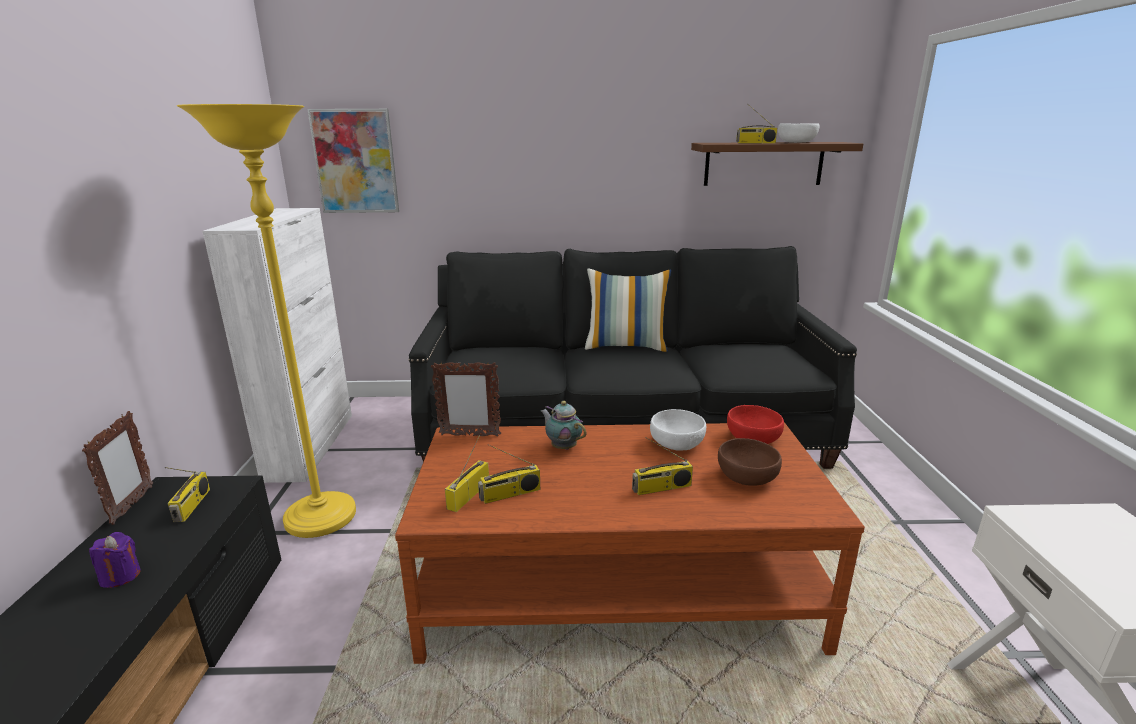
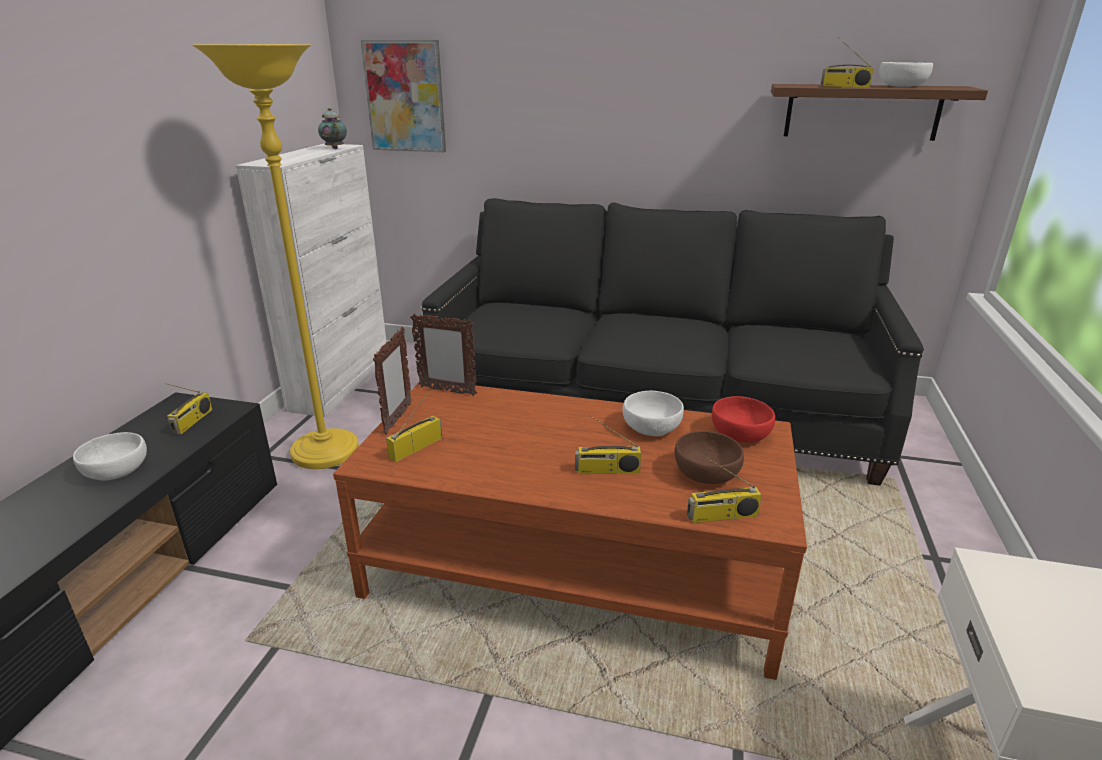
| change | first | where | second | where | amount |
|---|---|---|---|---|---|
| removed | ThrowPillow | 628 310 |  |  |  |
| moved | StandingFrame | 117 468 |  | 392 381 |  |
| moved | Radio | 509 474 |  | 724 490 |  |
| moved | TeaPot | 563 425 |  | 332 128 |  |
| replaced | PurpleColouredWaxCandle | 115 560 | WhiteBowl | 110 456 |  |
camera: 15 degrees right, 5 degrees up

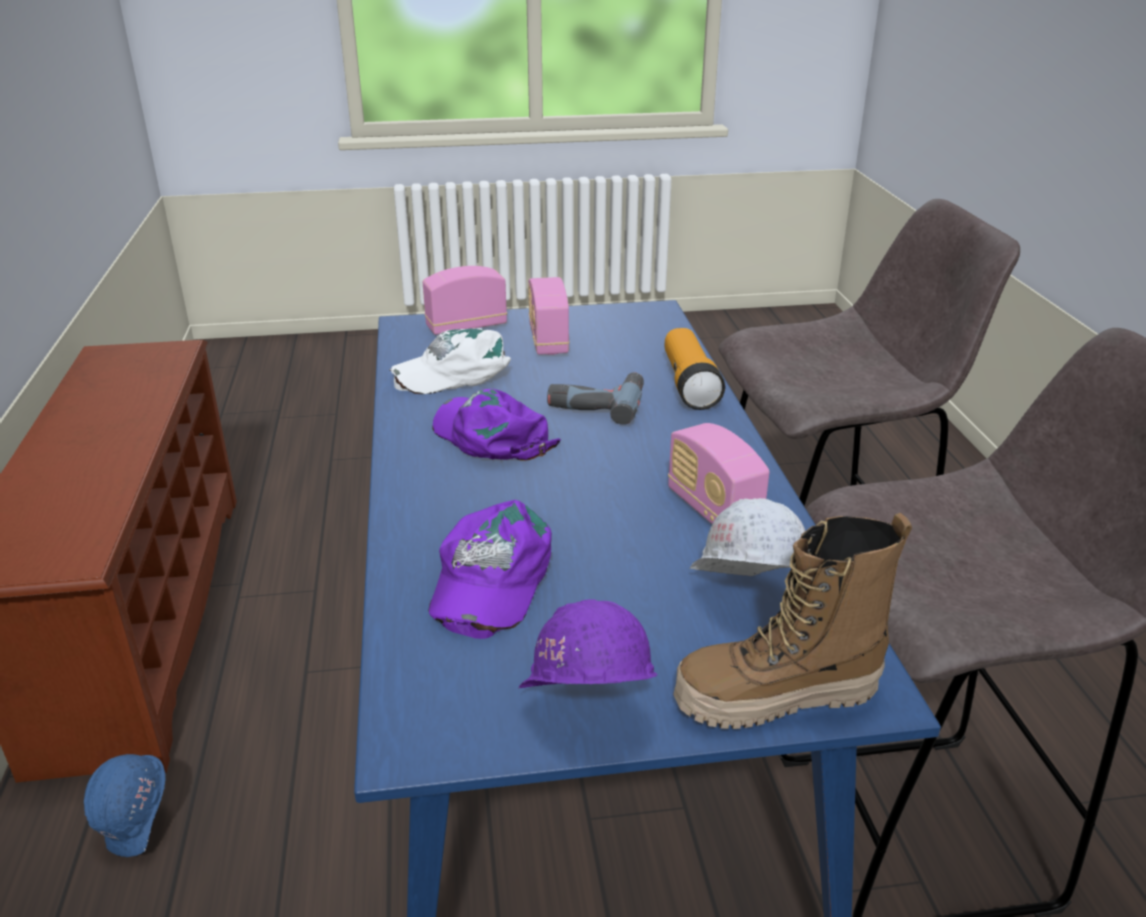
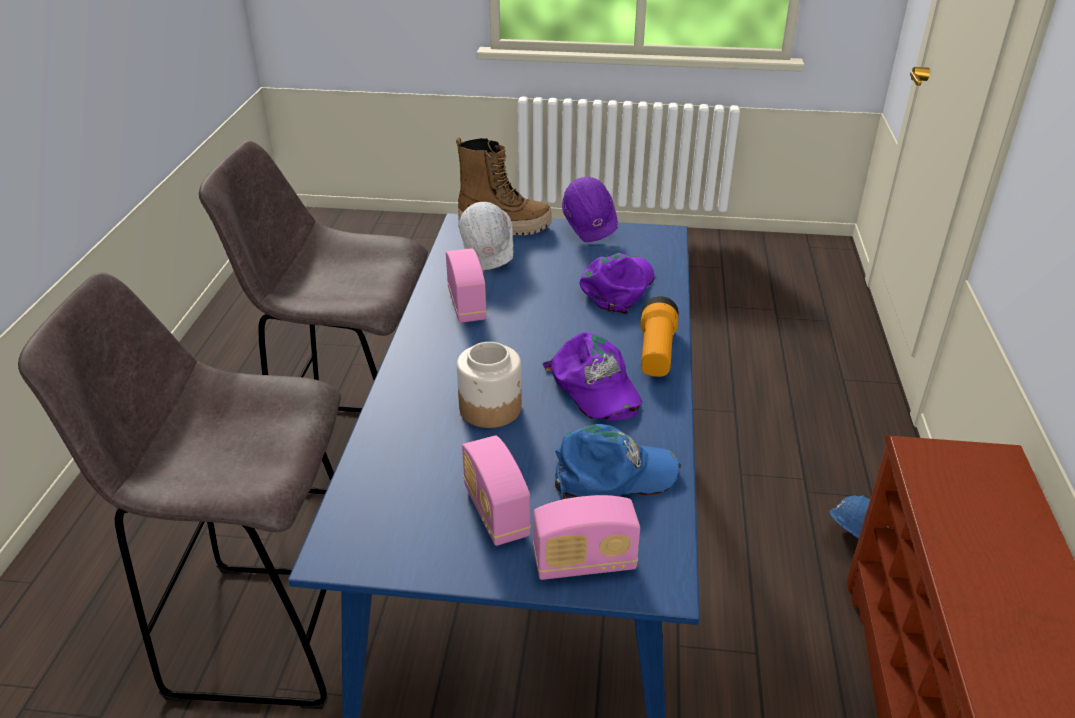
| change | first | where | second | where | amount |
|---|---|---|---|---|---|
| moved | HandTorch | 695 369 |  | 659 336 |  |
| replaced | Drill | 595 398 | PreserveJar | 489 385 |  |
| recoloured | WhiteCap | 450 361 | BlueColouredCap | 618 462 |  |
| turned | Radio | 549 316 |  | 496 491 | 150 degrees clockwise |
camera: 165 degrees left, 5 degrees up

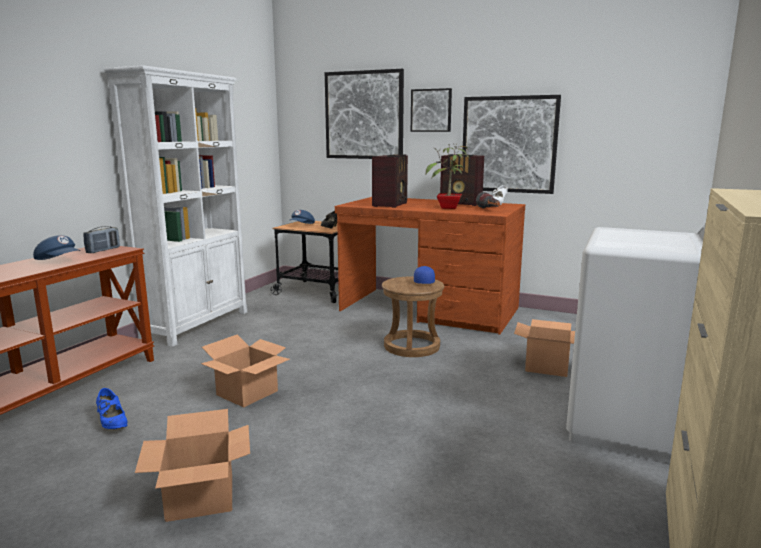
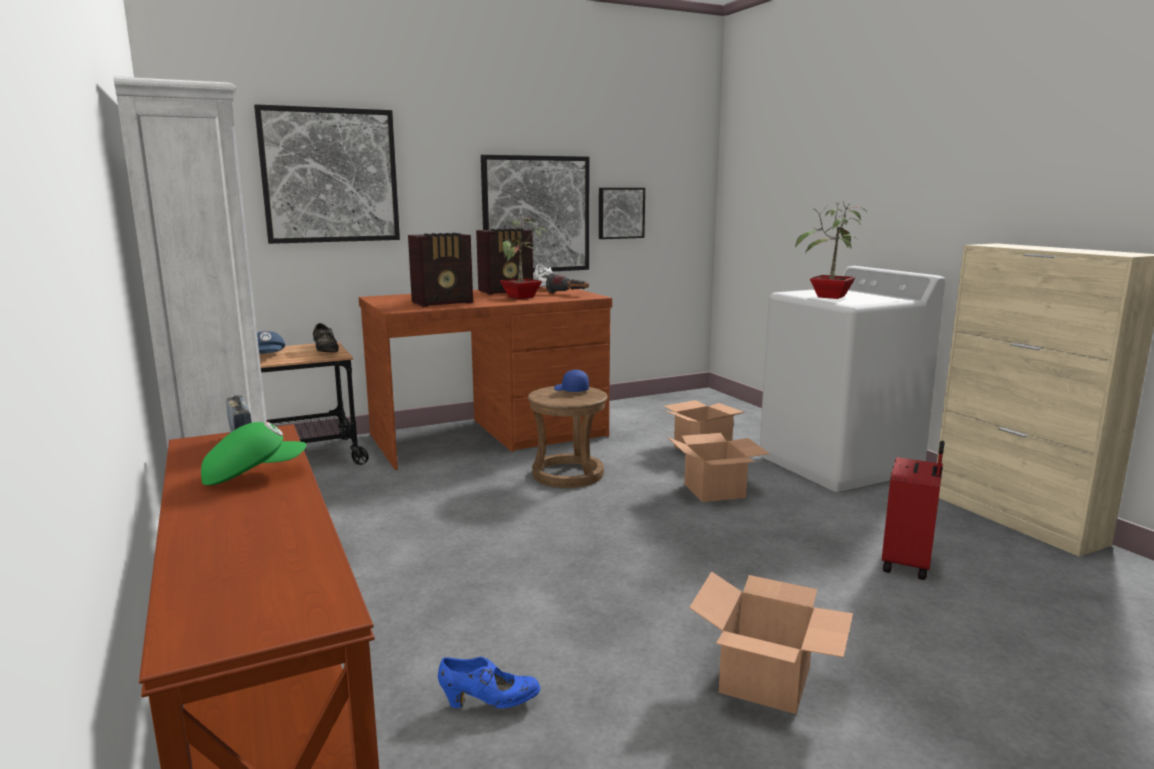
| change | first | where | second | where | amount |
|---|---|---|---|---|---|
| added |  |  | PottedPlant | 831 250 |  |
| added |  |  | RedPieceOfLuggage | 913 510 |  |
| moved | CardboardBox | 245 371 |  | 719 467 |  |
| moved | WallPicture | 431 110 |  | 622 213 |  |
| recoloured | BlueColouredCap | 56 247 | GreenCap | 253 453 |  |
| turned | Radio | 390 181 |  | 440 270 | 90 degrees clockwise |
camera: 50 degrees left, 0 degrees up

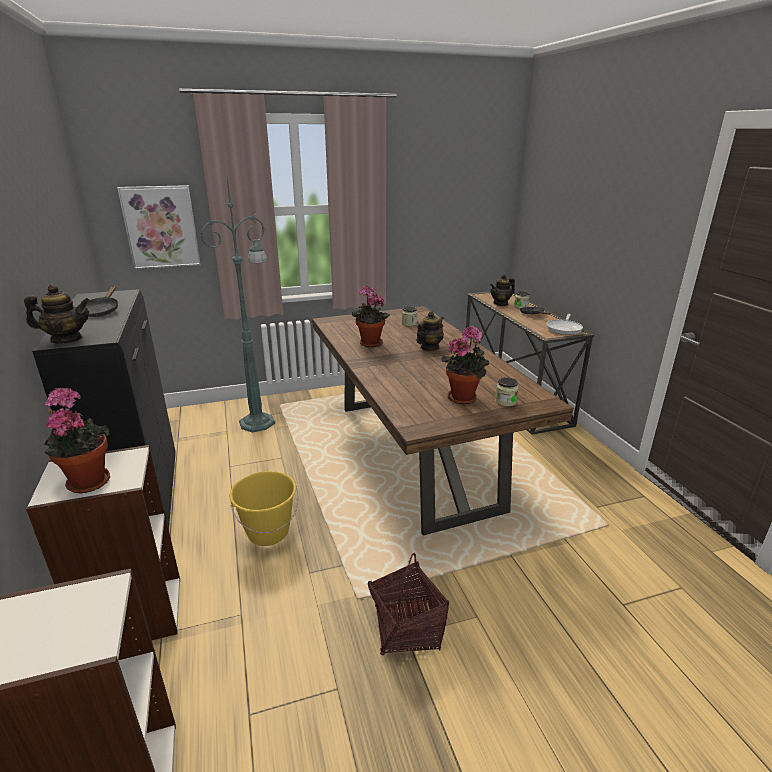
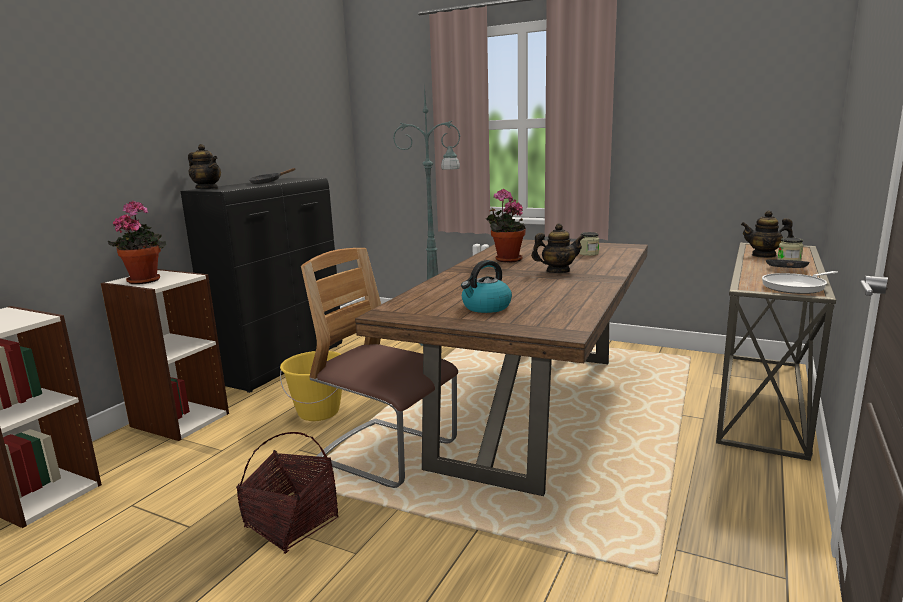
| change | first | where | second | where | amount |
|---|---|---|---|---|---|
| removed | WallPicture | 159 227 |  |  |  |
| removed | PreserveJar | 507 391 |  |  |  |
| added |  |  | Chair | 379 368 |  |
| replaced | PottedPlant | 465 365 | Kettle | 486 286 |  |
camera: 45 degrees right, 10 degrees down

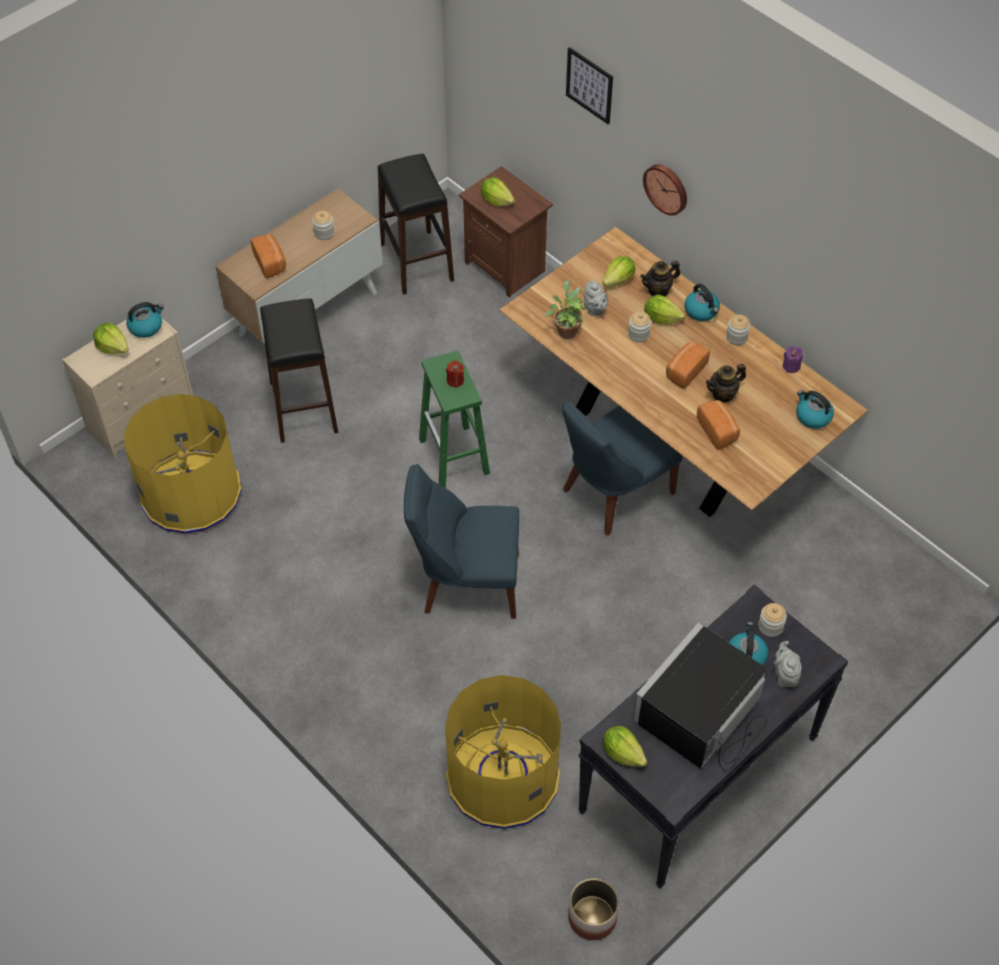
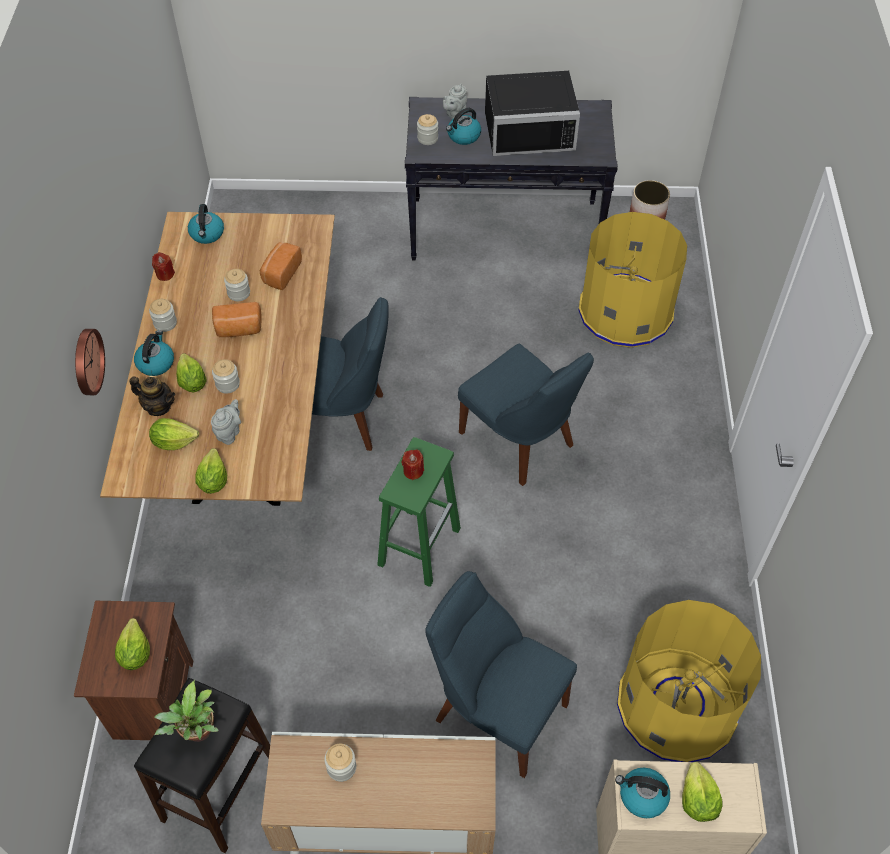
| change | first | where | second | where | amount |
|---|---|---|---|---|---|
| removed | BakeryBread | 268 256 |  |  |  |
| removed | WallPicture | 589 85 |  |  |  |
| moved | PottedPlant | 565 309 |  | 186 711 |  |
| moved | HeadOfLettuce | 625 746 |  | 211 471 |  |
| replaced | BlackishSittingStool | 299 370 | BlueColouredChair | 501 674 |  |
| replaced | TeaPot | 726 383 | PreserveJar | 237 285 |  |
| recoloured | PurpleColouredWaxCandle | 793 359 | RedWaxCandle | 163 266 |  |
camera: 135 degrees left, 0 degrees up

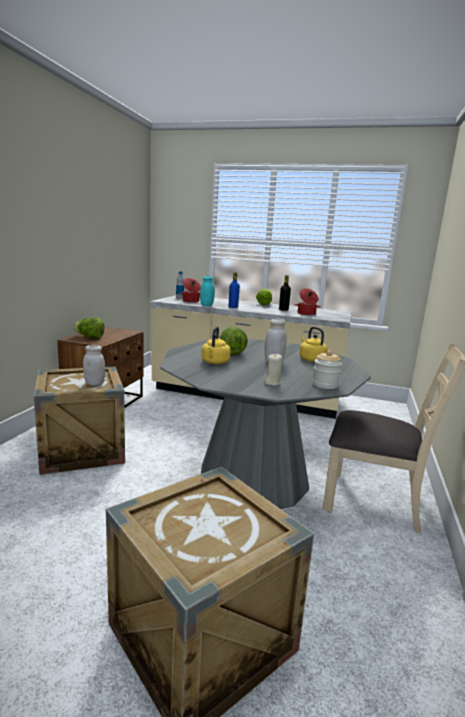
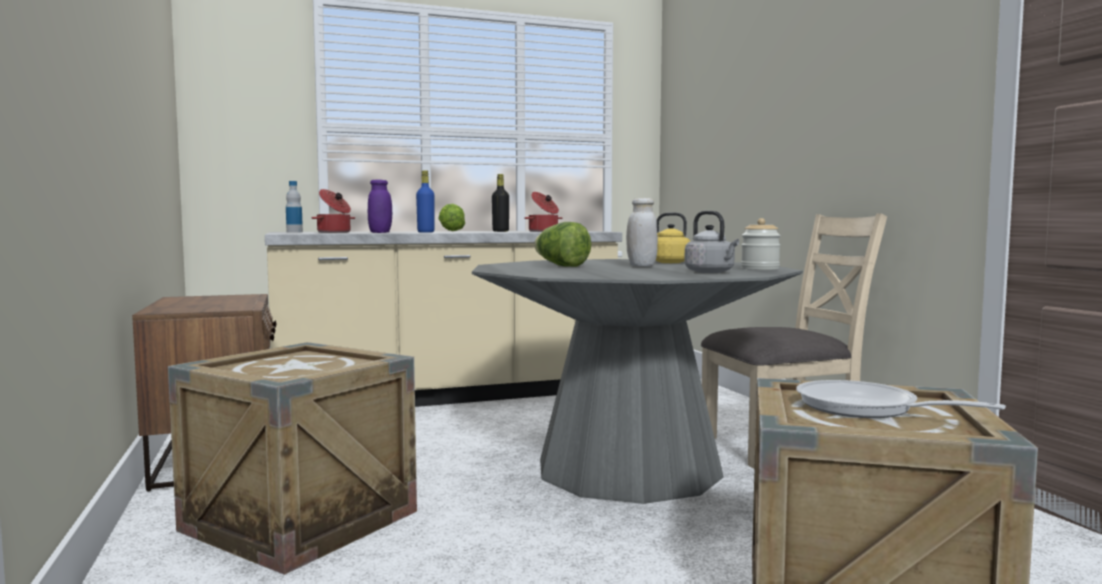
| change | first | where | second | where | amount |
|---|---|---|---|---|---|
| removed | HeadOfLettuce | 88 327 |  |  |  |
| removed | WhitePreserveJar | 94 365 |  |  |  |
| removed | YellowKettle | 216 345 |  |  |  |
| added |  |  | Skillet | 901 399 |  |
| replaced | BeigeWaxCandle | 273 369 | GreyishKettle | 711 242 |  |
| recoloured | TurquoisePreserveJar | 207 291 | PurpleColouredPreserveJar | 380 206 |  |
camera: 35 degrees left, 10 degrees down

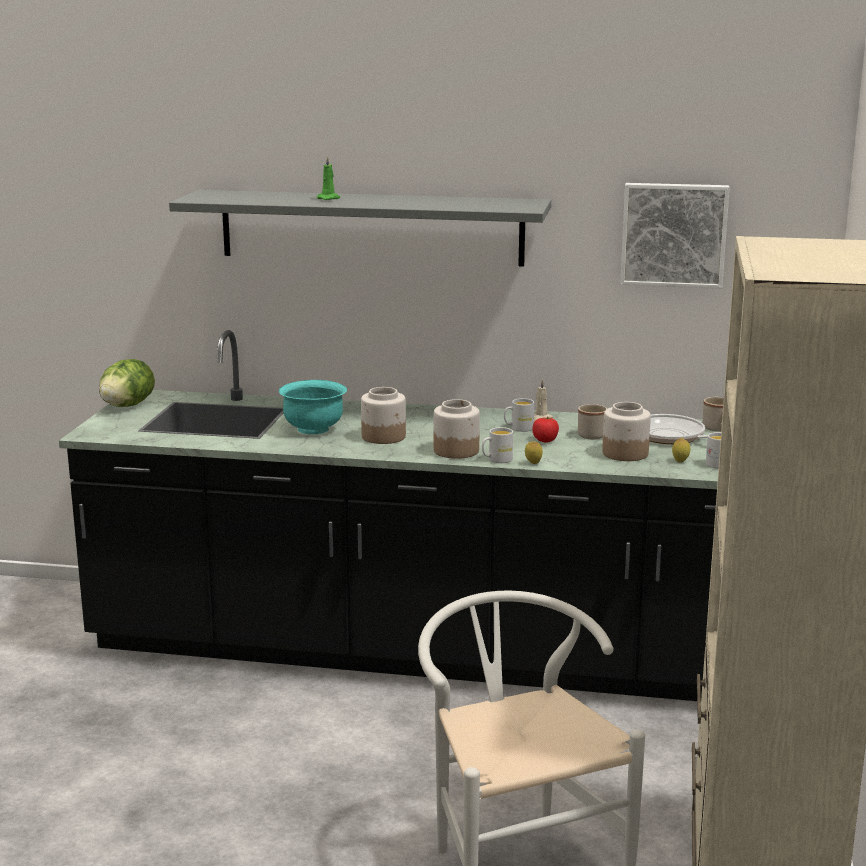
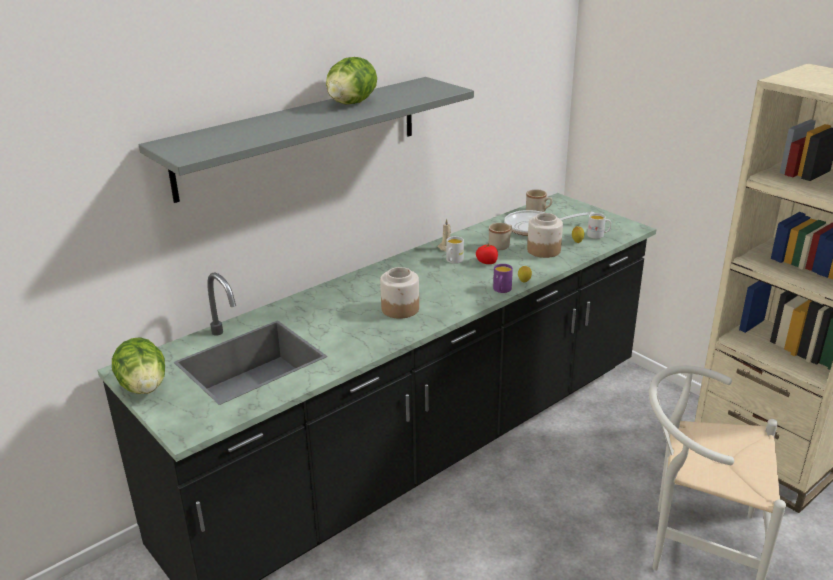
| change | first | where | second | where | amount |
|---|---|---|---|---|---|
| removed | TurquoiseBowl | 313 407 |  |  |  |
| removed | GreenWaxCandle | 328 178 |  |  |  |
| removed | PreserveJar | 457 429 |  |  |  |
| removed | WallPicture | 675 236 |  |  |  |
| added |  |  | HeadOfLettuce | 351 80 |  |
| recoloured | WhiteCoffeeMug | 497 445 | PurpleColouredCoffeeMug | 503 278 |  |
camera: 50 degrees left, 10 degrees up

